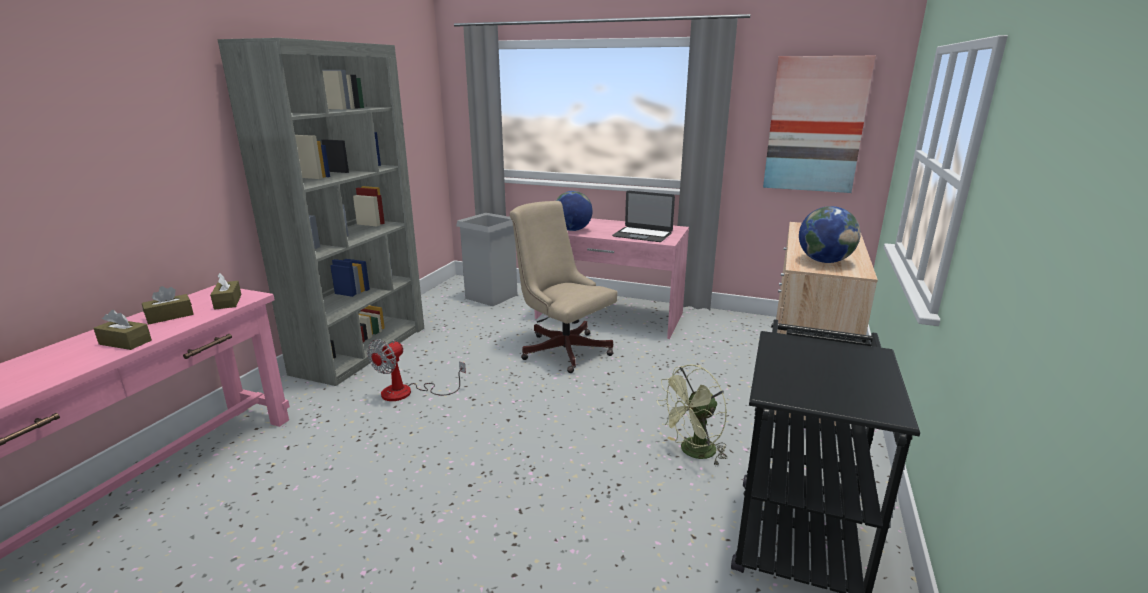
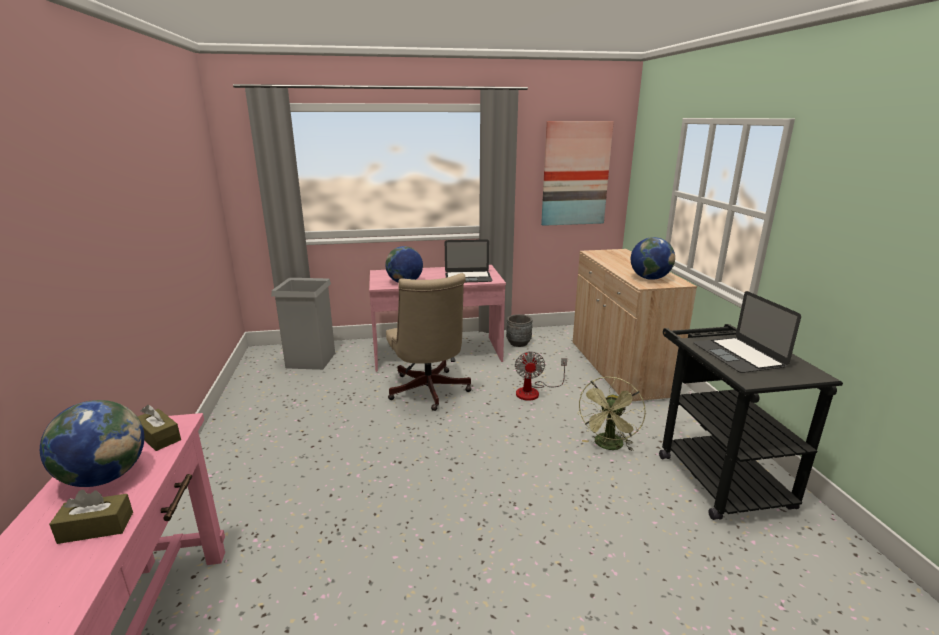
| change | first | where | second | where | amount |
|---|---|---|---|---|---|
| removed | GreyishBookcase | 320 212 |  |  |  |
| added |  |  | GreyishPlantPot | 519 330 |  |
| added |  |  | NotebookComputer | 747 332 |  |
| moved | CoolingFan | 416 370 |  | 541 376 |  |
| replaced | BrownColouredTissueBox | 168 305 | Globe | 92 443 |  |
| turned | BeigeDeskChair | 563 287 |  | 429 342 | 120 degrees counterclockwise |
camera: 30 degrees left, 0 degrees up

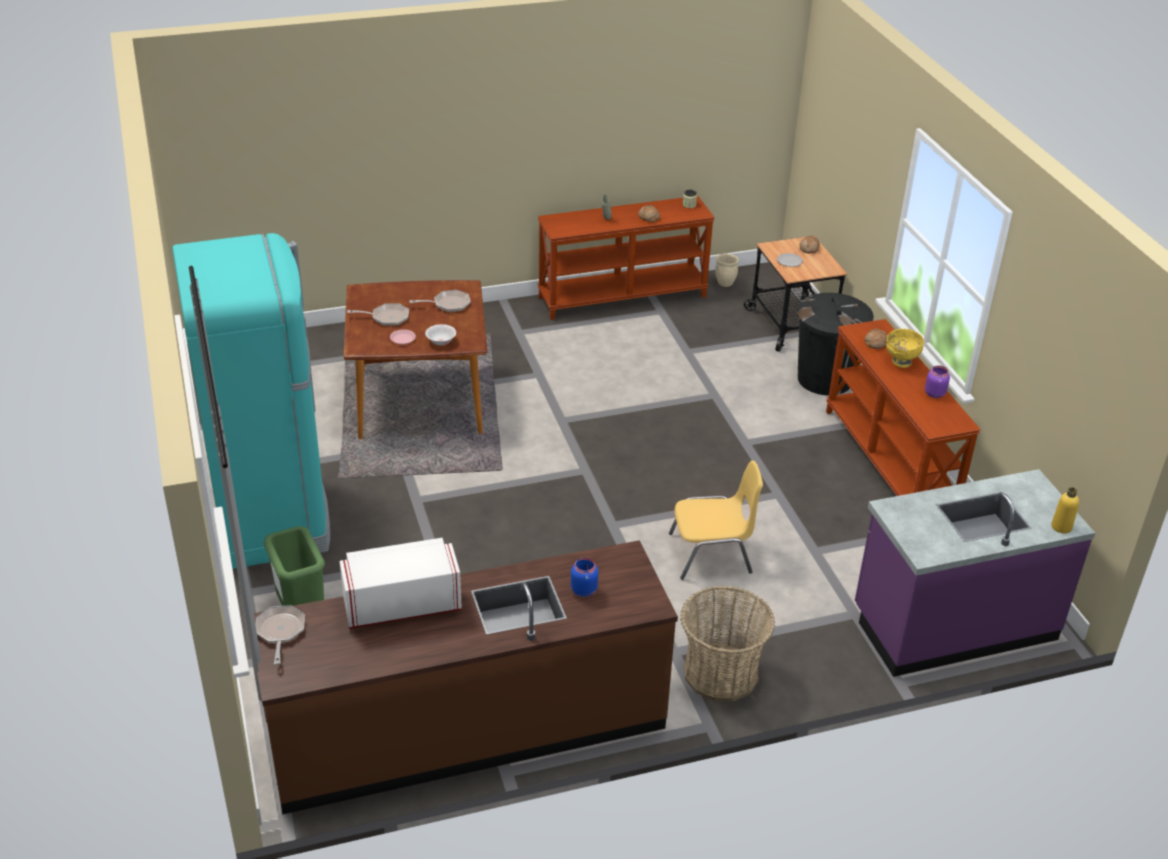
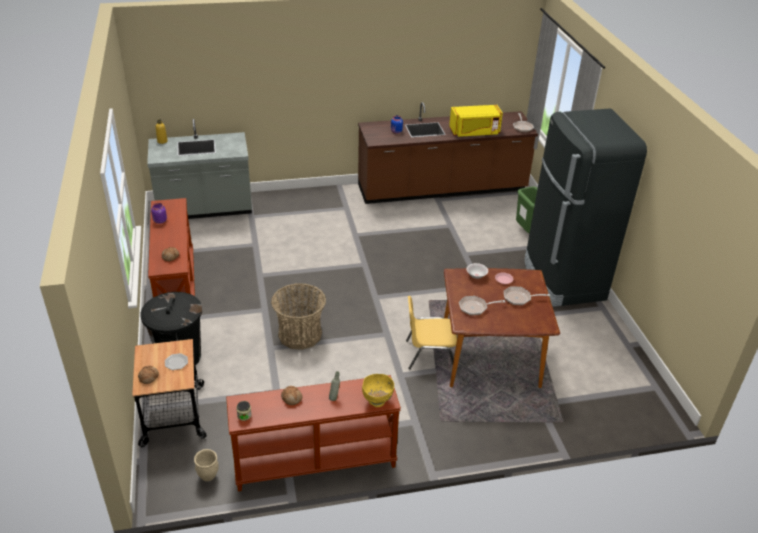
| change | first | where | second | where | amount |
|---|---|---|---|---|---|
| moved | YellowChair | 716 520 |  | 431 333 |  |
| moved | Basket | 727 643 |  | 298 317 |  |
| moved | YellowBowl | 905 348 |  | 378 390 |  |
| recoloured | TurquoiseKitchenFridge | 251 401 | BlackishKitchenFridge | 585 208 |  |
| recoloured | WhiteKitchenMicrowave | 401 583 | YellowKitchenMicrowave | 476 121 |  |
| recoloured | PurpleColouredKitchenCounter | 975 573 | GreyishKitchenCounter | 199 169 |  |
camera: 175 degrees left, 0 degrees up

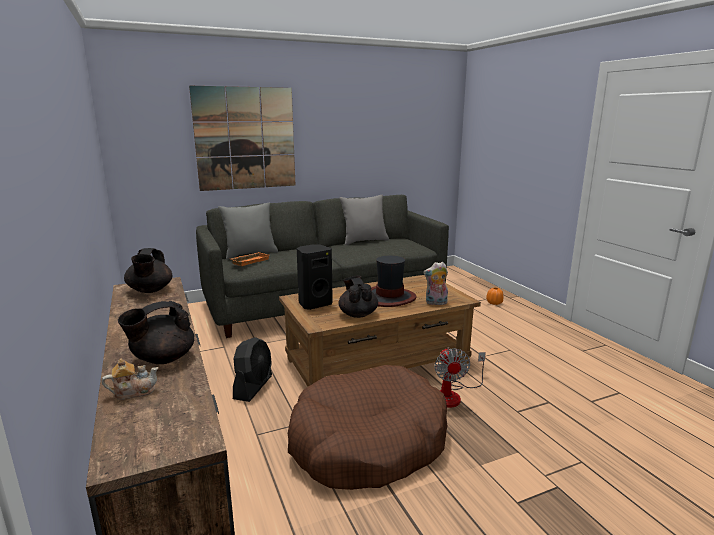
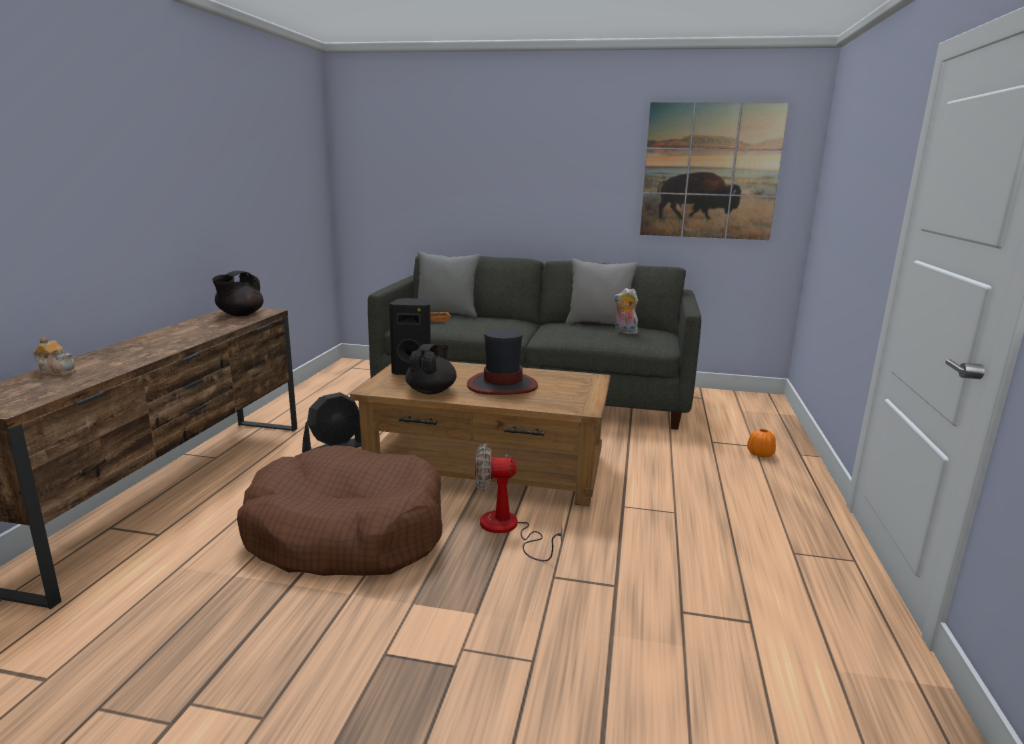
| change | first | where | second | where | amount |
|---|---|---|---|---|---|
| removed | BlackishTeaPot | 156 332 |  |  |  |
| moved | WallPicture | 242 138 |  | 714 171 |  |
| moved | SoftToy | 435 283 |  | 626 311 |  |
| turned | CoolingFan | 460 377 |  | 518 502 | 60 degrees clockwise |
camera: 35 degrees right, 0 degrees up

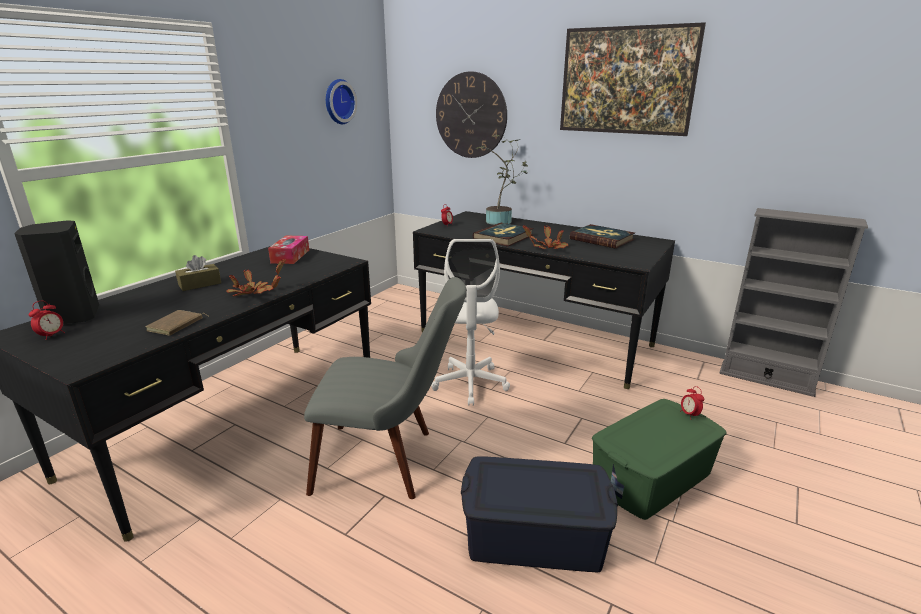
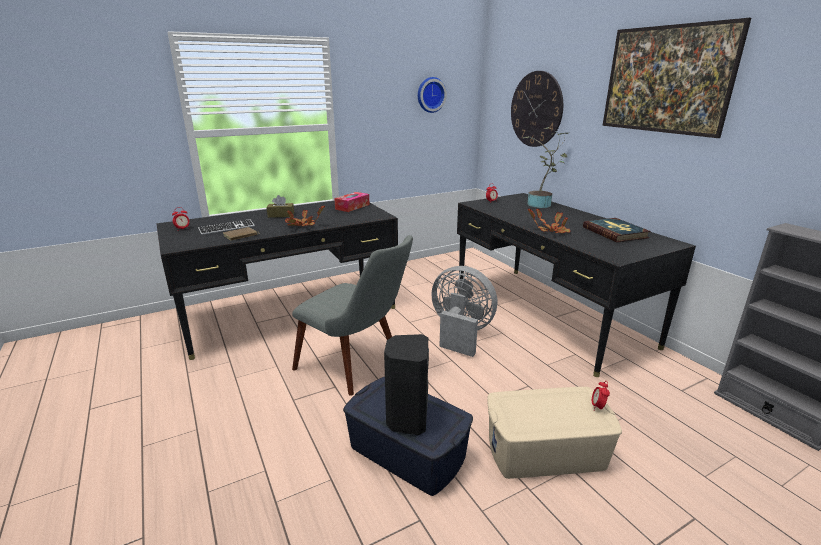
| change | first | where | second | where | amount |
|---|---|---|---|---|---|
| removed | Volume | 503 235 |  |  |  |
| added |  |  | ComputerKeyboard | 226 227 |  |
| moved | BlackishAudioSpeaker | 56 272 |  | 406 384 |  |
| replaced | WhiteDeskChair | 470 322 | GreyishCoolingFan | 464 311 |  |
| recoloured | GreenStorageBox | 659 459 | BeigeStorageBox | 554 433 |  |
camera: 30 degrees right, 0 degrees up

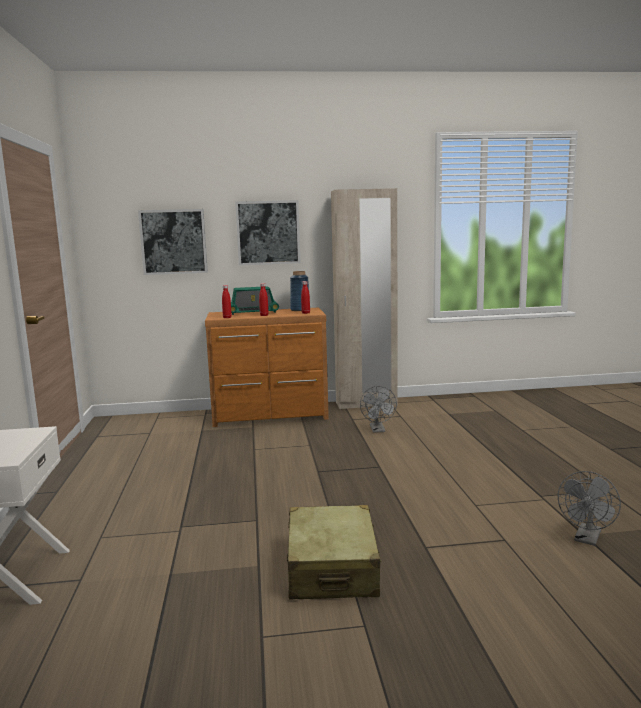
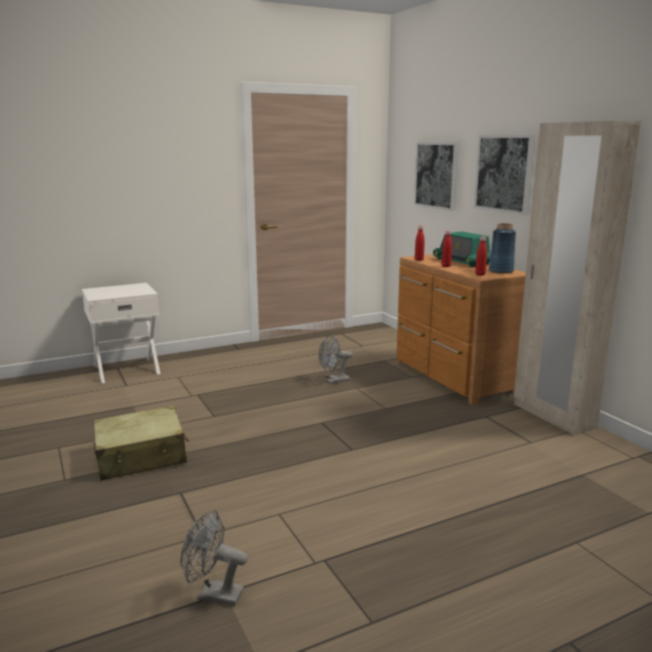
| change | first | where | second | where | amount |
|---|---|---|---|---|---|
| moved | GreyishCoolingFan | 378 409 |  | 336 359 |  |
camera: 70 degrees right, 5 degrees up

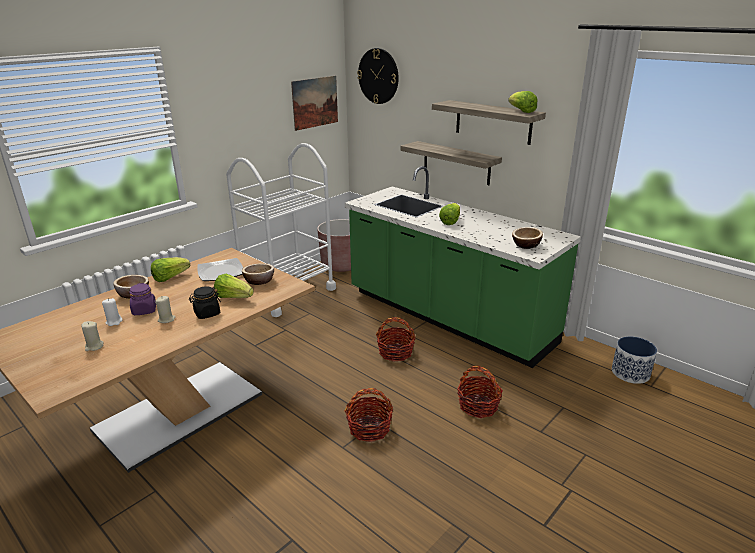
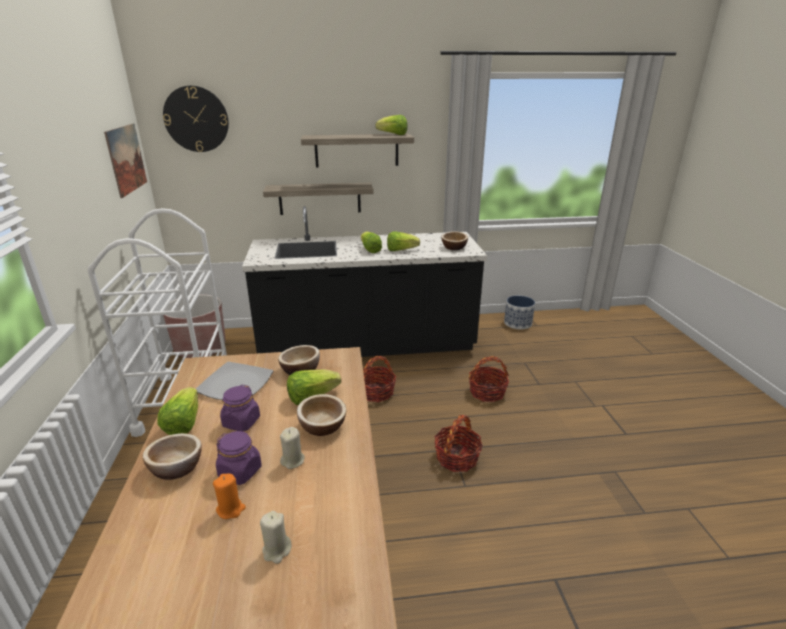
| change | first | where | second | where | amount |
|---|---|---|---|---|---|
| added |  |  | PurpleColouredPreserveJar | 240 408 |  |
| added |  |  | HeadOfLettuce | 403 241 |  |
| replaced | BlackishPreserveJar | 205 302 | Bowl | 321 415 |  |
| recoloured | WhiteWaxCandle | 112 312 | OrangeyWaxCandle | 229 496 |  |
| recoloured | GreenKitchenCounter | 463 267 | BlackishKitchenCounter | 364 281 |  |
camera: 50 degrees left, 0 degrees up

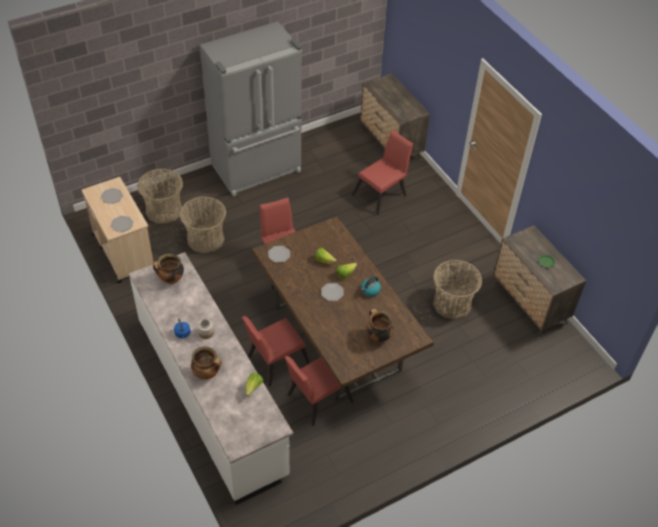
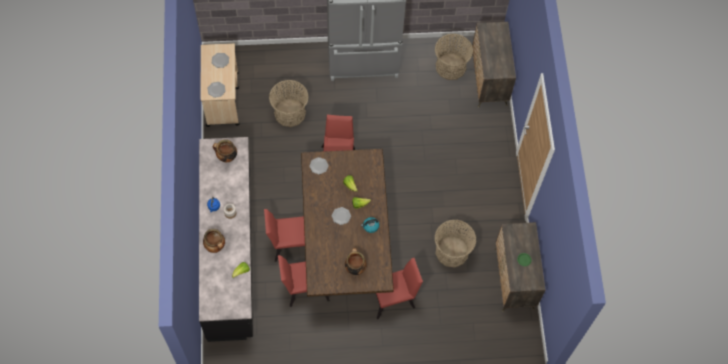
| change | first | where | second | where | amount |
|---|---|---|---|---|---|
| moved | Basket | 160 196 |  | 454 57 |  |
| moved | RedChair | 382 172 |  | 399 288 |  |
| recoloured | WhiteKitchenCounter | 211 378 | BlackishKitchenCounter | 226 239 |  |
camera: 25 degrees right, 15 degrees up

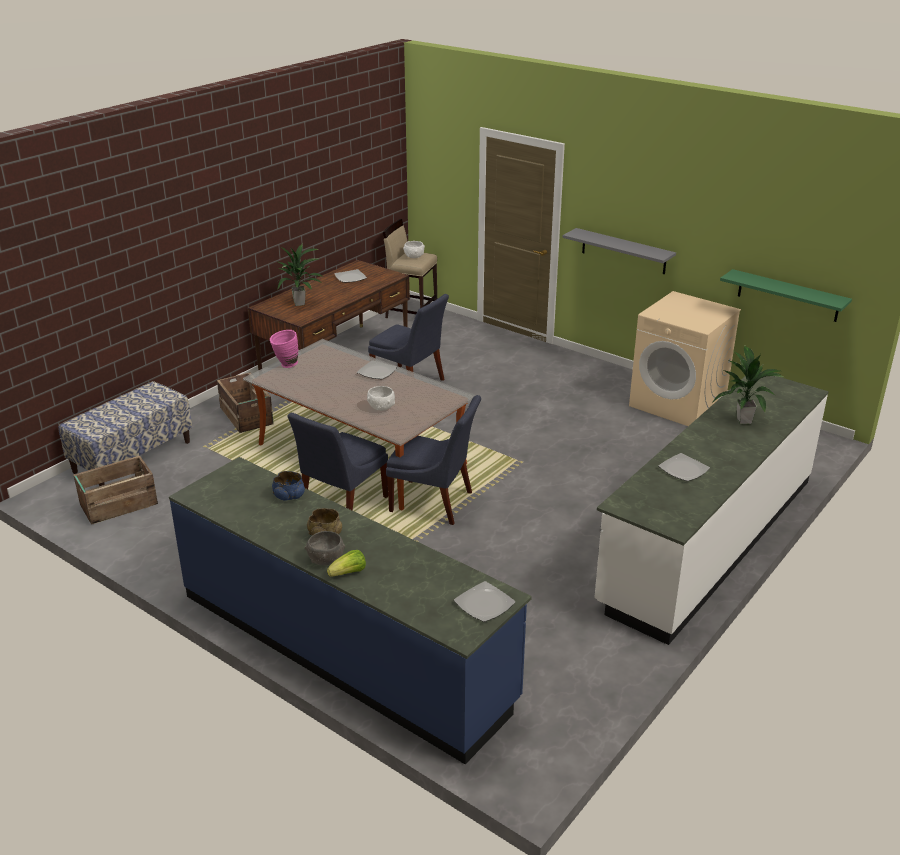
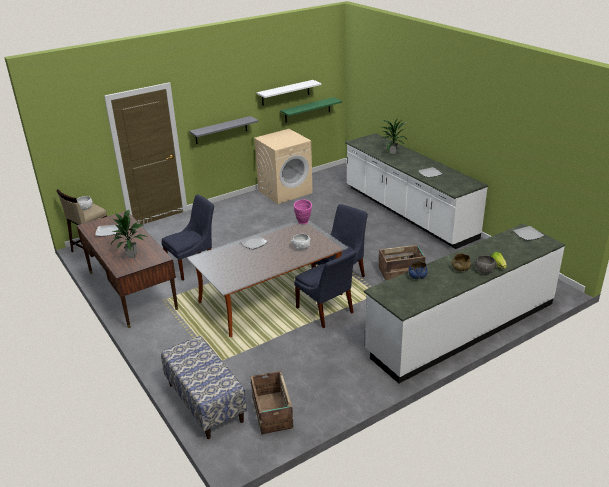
| change | first | where | second | where | amount |
|---|---|---|---|---|---|
| added |  |  | WhiteShelf | 289 93 |  |
| moved | Crate | 245 402 |  | 402 262 |  |
| moved | PinkVase | 284 349 |  | 303 211 |  |
| recoloured | BlueColouredKitchenCounter | 350 610 | WhiteKitchenCounter | 464 303 |  |
camera: 70 degrees left, 0 degrees up

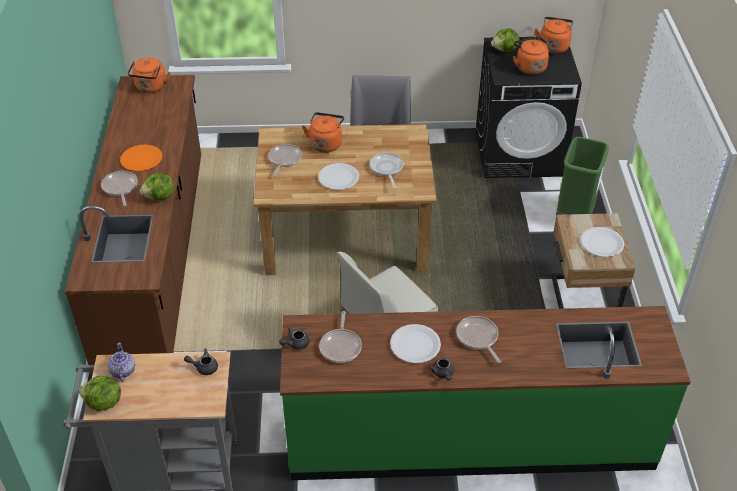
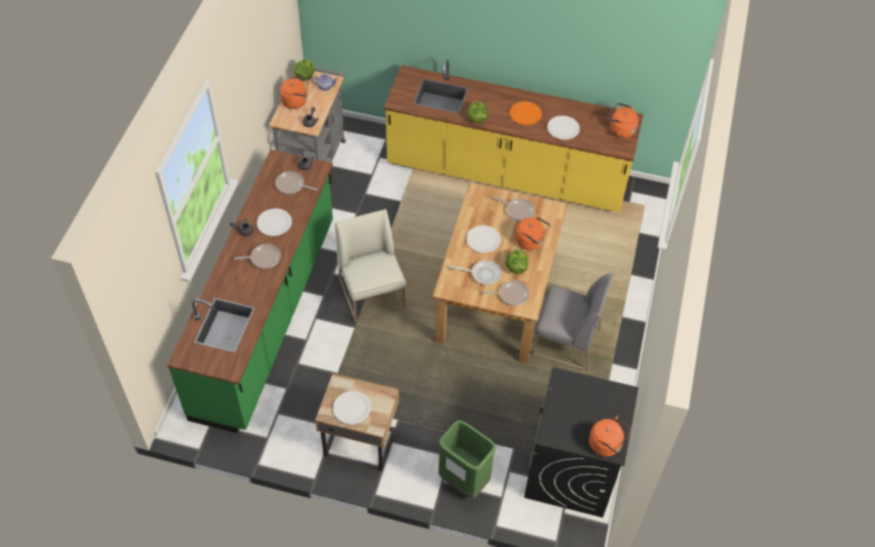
| change | first | where | second | where | amount |
|---|---|---|---|---|---|
| added |  |  | WhiteFlatDish | 563 128 |  |
| moved | Skillet | 119 188 |  | 506 293 |  |
| moved | HeadOfLettuce | 505 40 |  | 516 261 |  |
| moved | OrangeyKettle | 531 55 |  | 294 92 |  |
| recoloured | BrownColouredKitchenCounter | 133 224 | YellowKitchenCounter | 513 136 |  |
camera: 105 degrees right, 10 degrees up

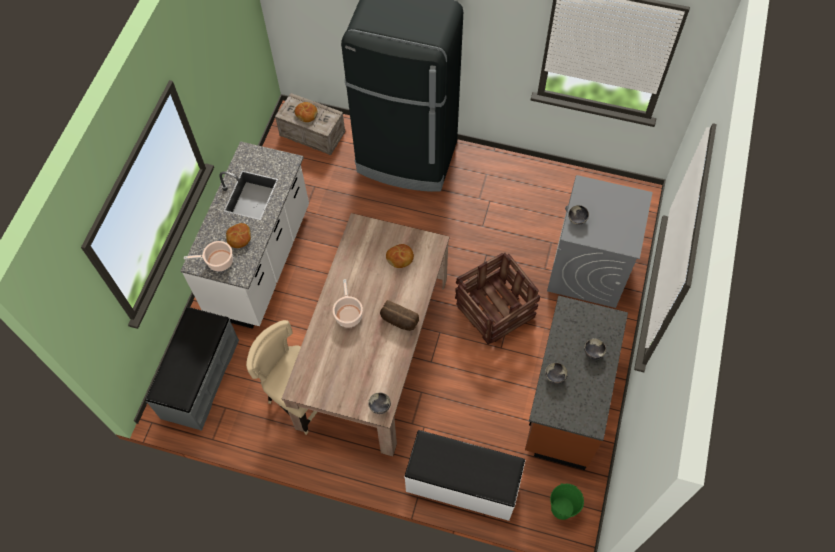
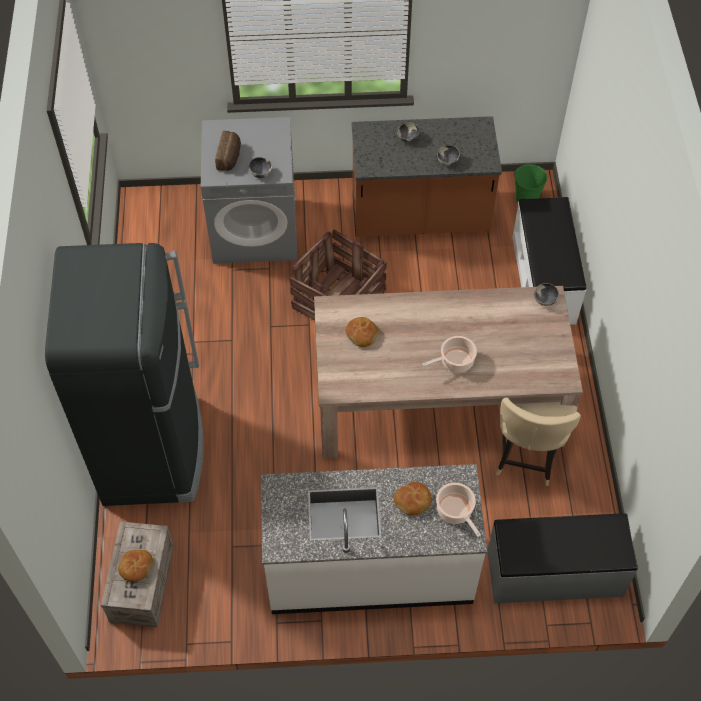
| change | first | where | second | where | amount |
|---|---|---|---|---|---|
| moved | BakeryBread | 399 315 |  | 228 151 |  |
camera: 110 degrees left, 5 degrees down

